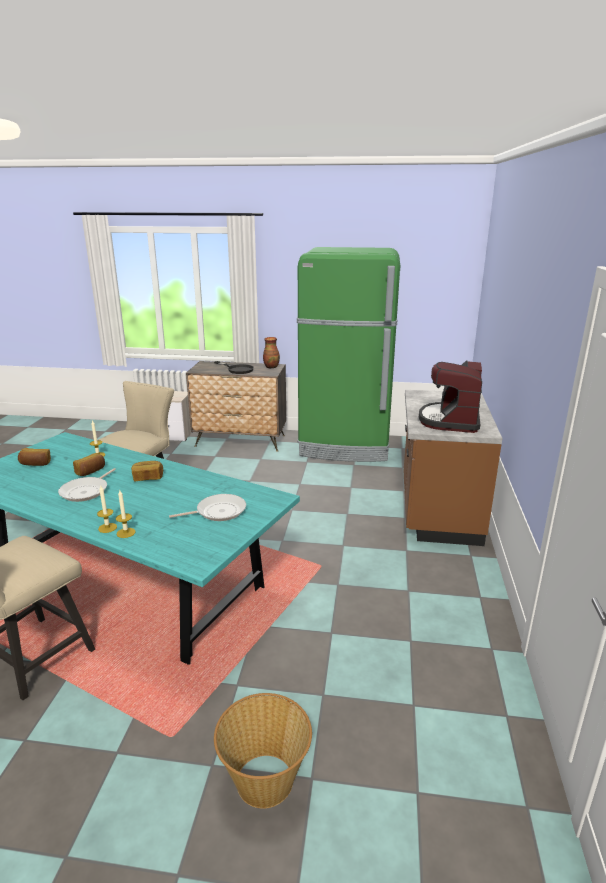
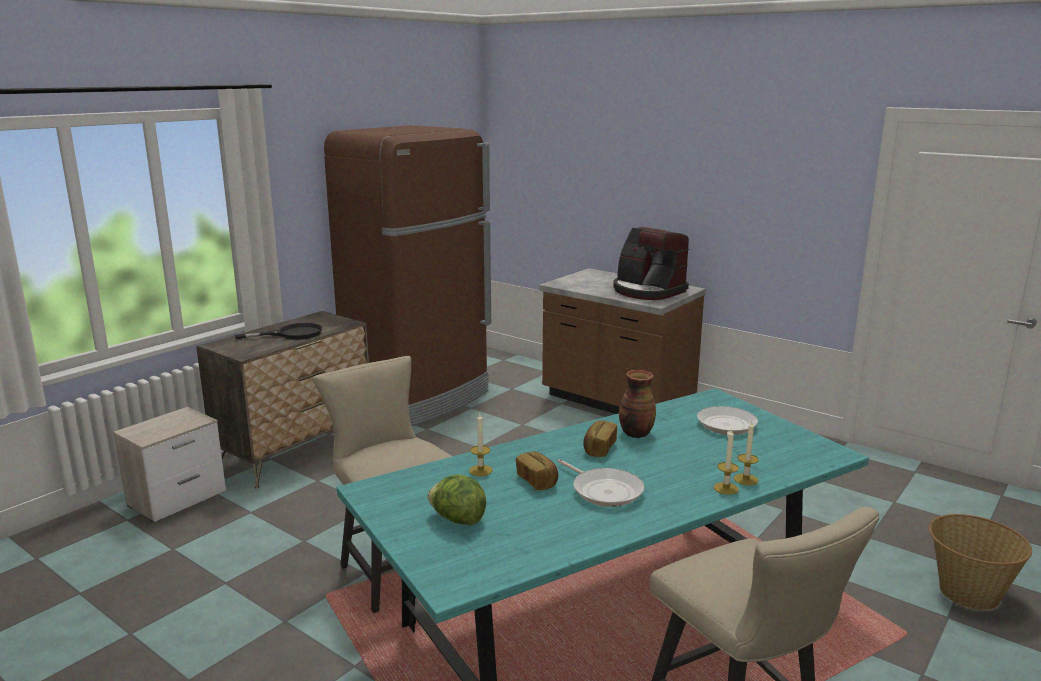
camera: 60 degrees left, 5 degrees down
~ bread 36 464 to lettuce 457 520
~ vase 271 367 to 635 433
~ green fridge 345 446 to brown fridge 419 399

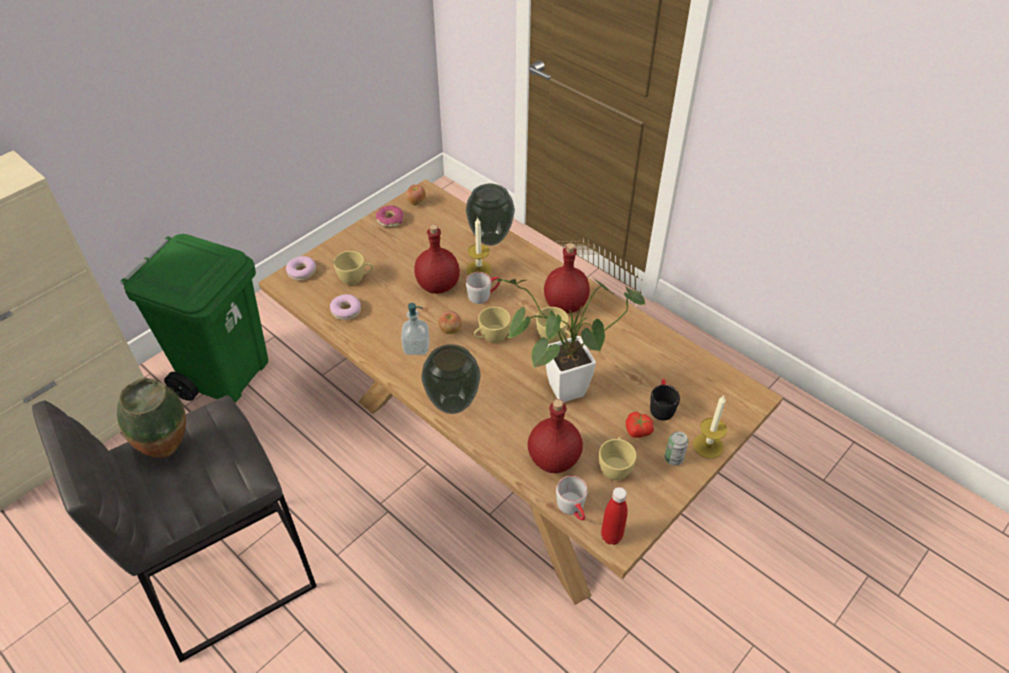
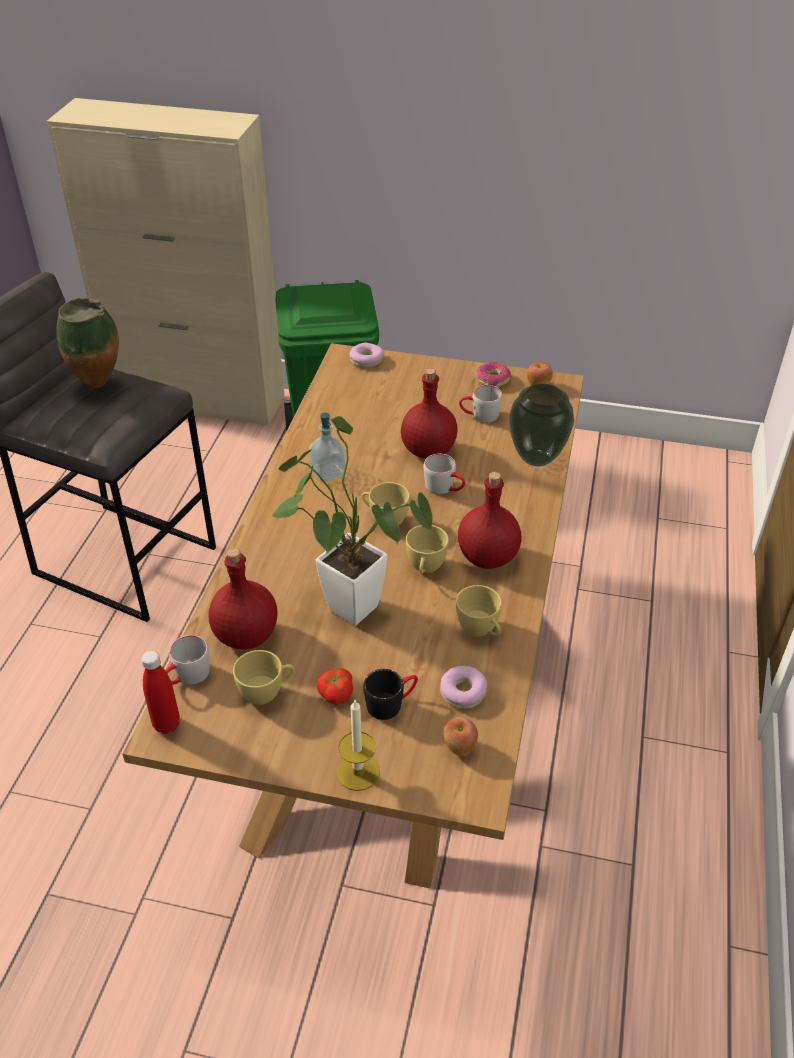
camera: 60 degrees right, 5 degrees down
~ donut 346 310 to 463 692
~ yellow cup 356 279 to 480 631
- vase 452 405
~ apple 450 331 to 459 747
- candle 479 269
- can 673 458
+ grey mug 479 415

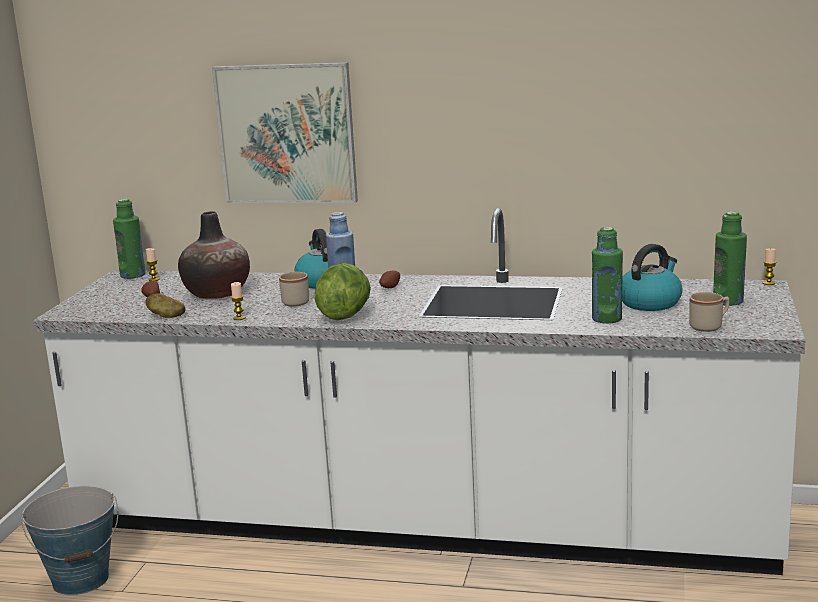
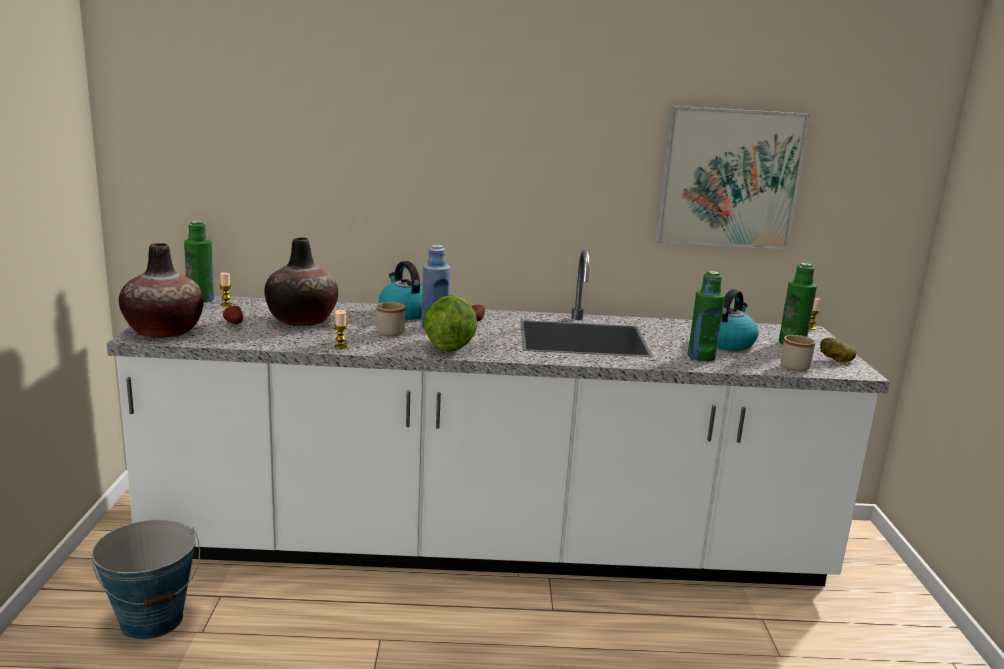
camera: 15 degrees left, 0 degrees up
~ potato 166 316 to 836 360
~ picture 286 134 to 729 178
+ vase 164 332

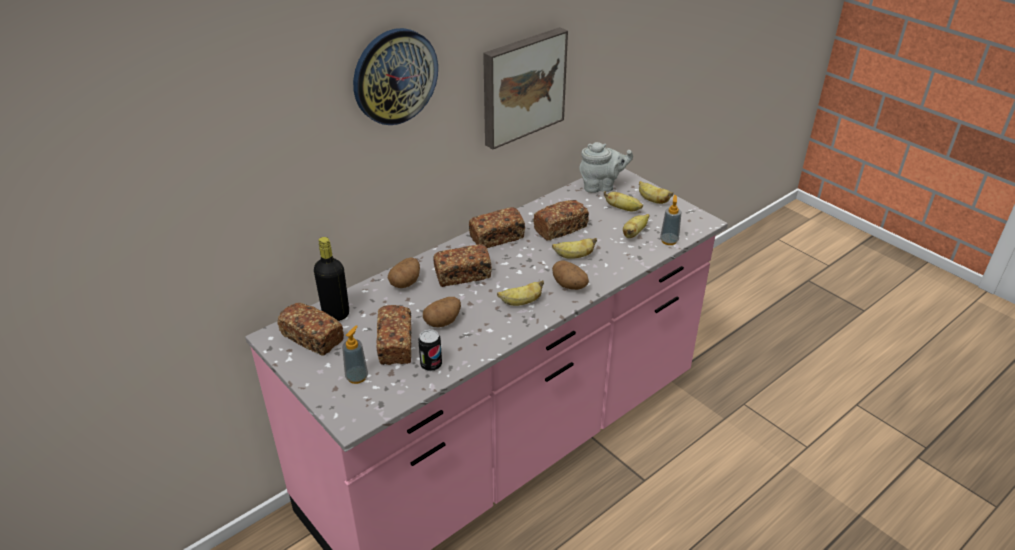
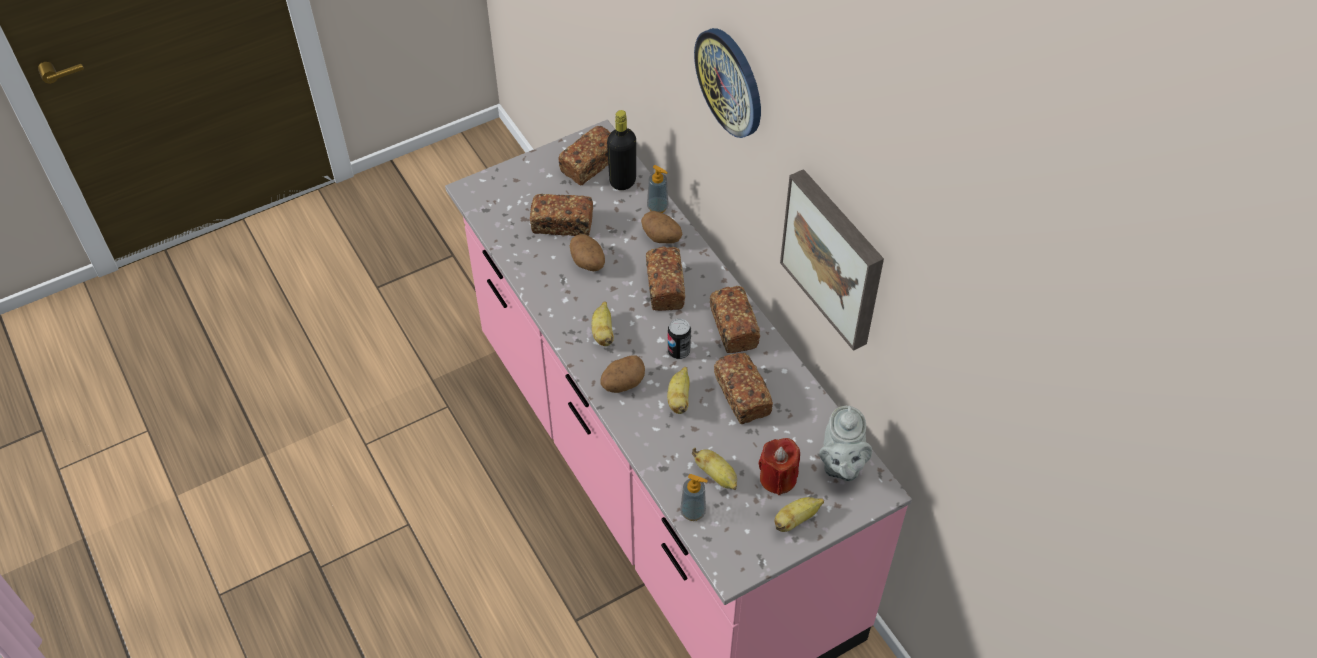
camera: 100 degrees right, 15 degrees up
~ soap dispenser 357 377 to 657 207
~ can 431 365 to 678 351
~ banana 623 209 to red candle 778 478

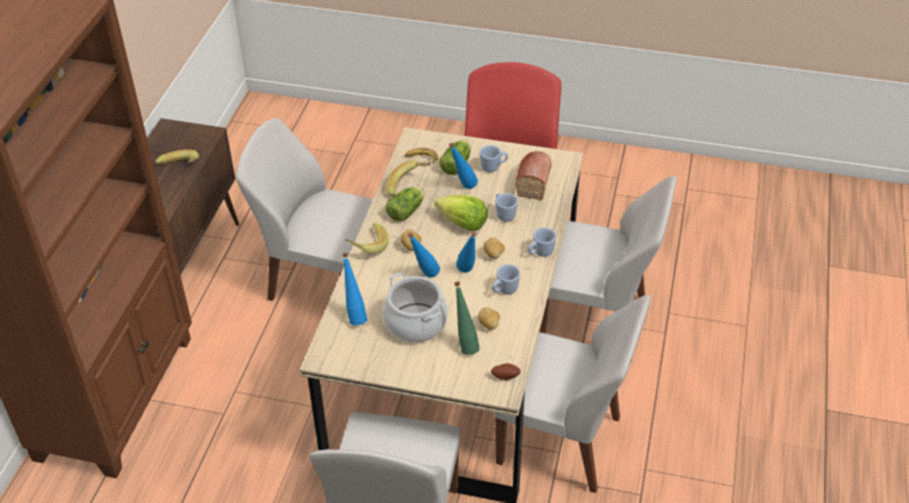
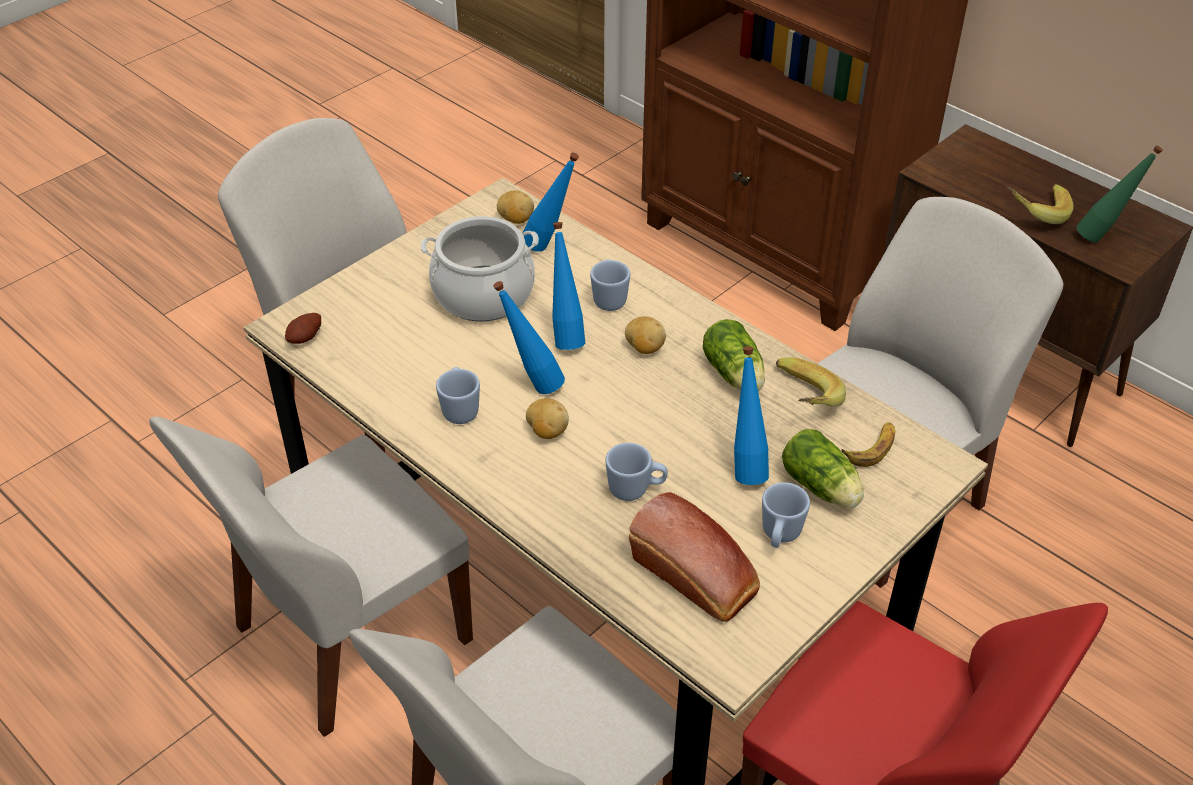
camera: 120 degrees right, 0 degrees up
- banana 366 246
- lettuce 462 223
~ green bottle 465 344 to 1102 237
~ potato 489 325 to 515 220
~ blue mug 540 253 to 609 298

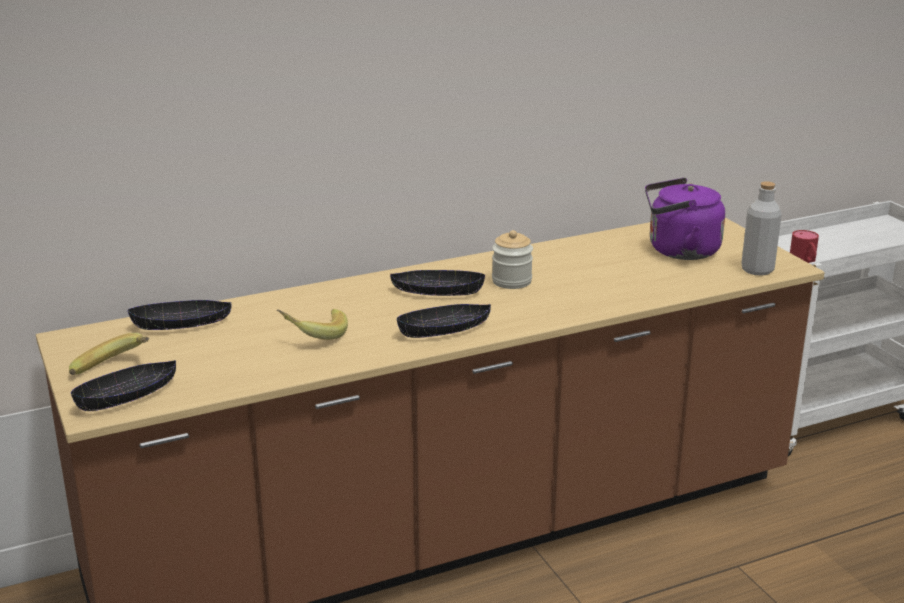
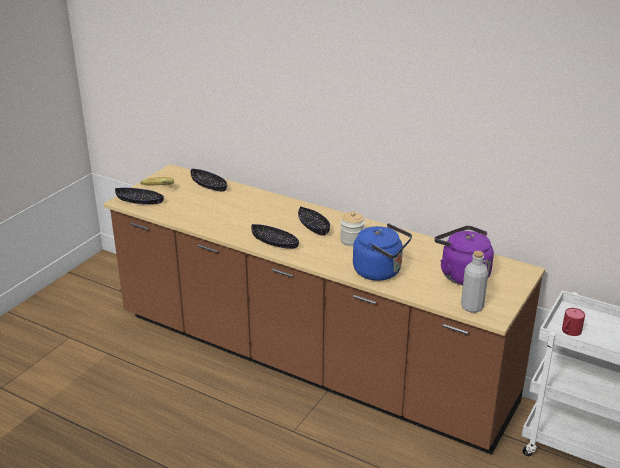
camera: 55 degrees right, 5 degrees up
- banana 313 335
+ blue kettle 380 271

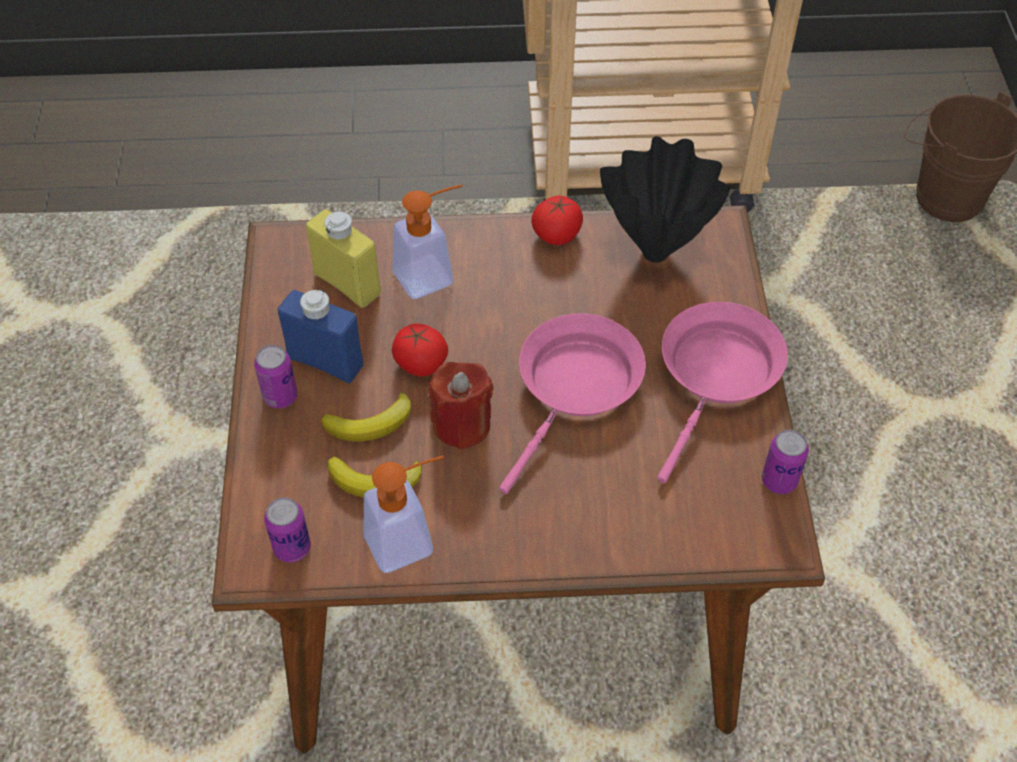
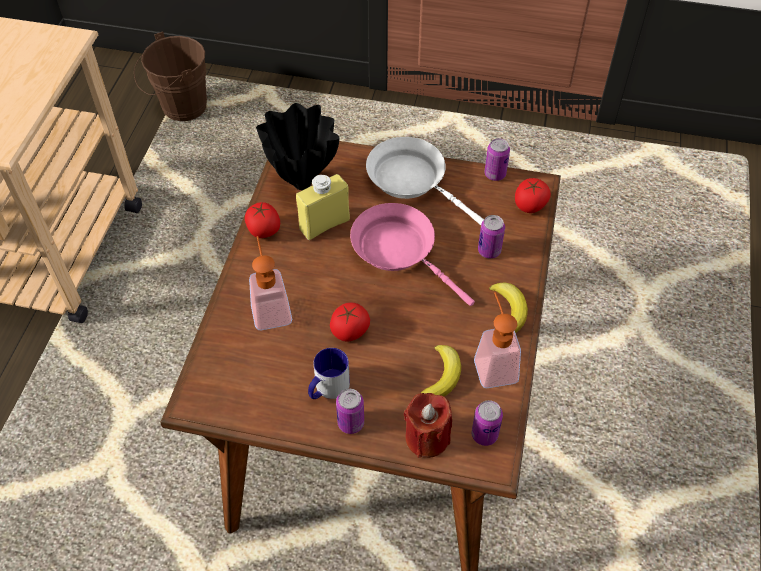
camera: 75 degrees left, 0 degrees up
~ blue bottle 325 361 to mug 327 388
~ yellow bottle 347 284 to 324 224
~ banana 371 423 to 509 310
~ red candle 462 424 to 427 438
~ pink frying pan 717 376 to white frying pan 412 180
+ can 489 251
+ tomato 530 205

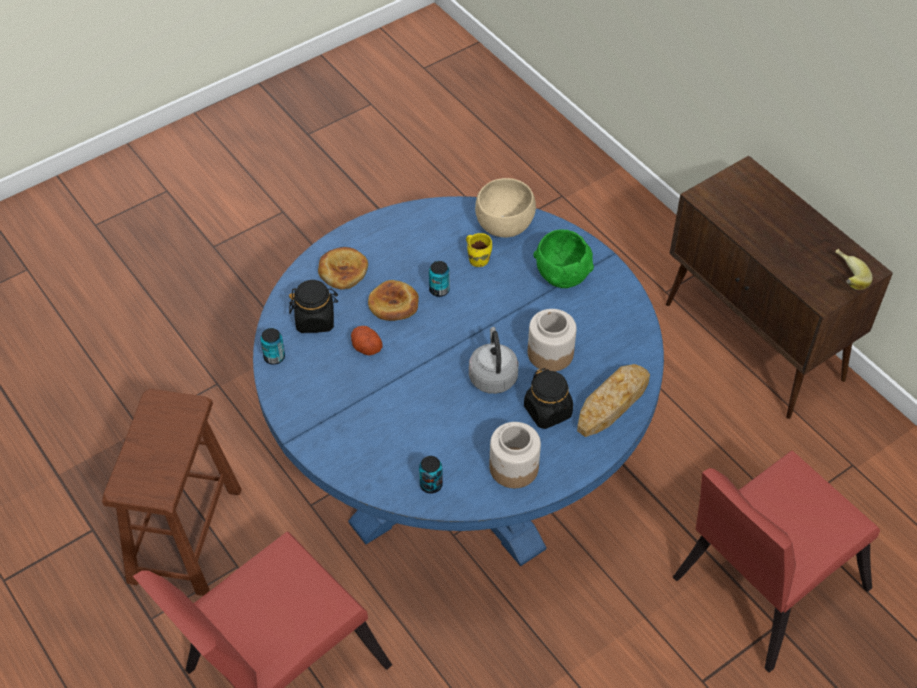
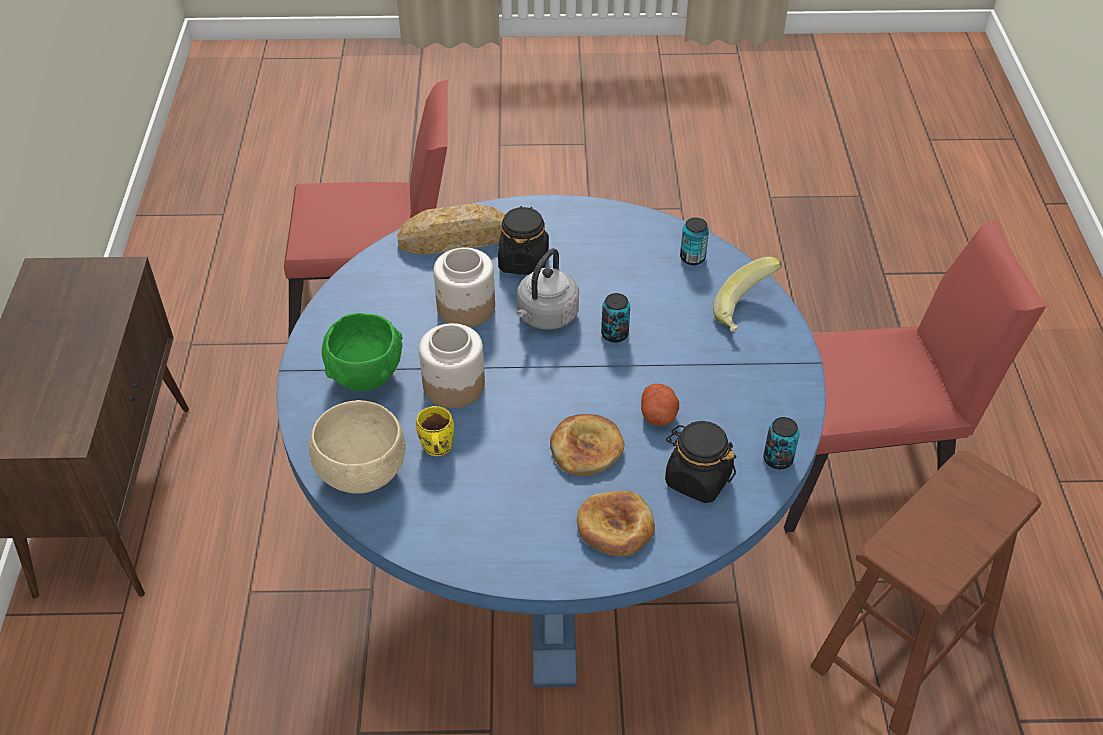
camera: 145 degrees left, 5 degrees down
~ can 439 290 to 614 334
~ jar 514 468 to 453 385
~ banana 845 279 to 746 312

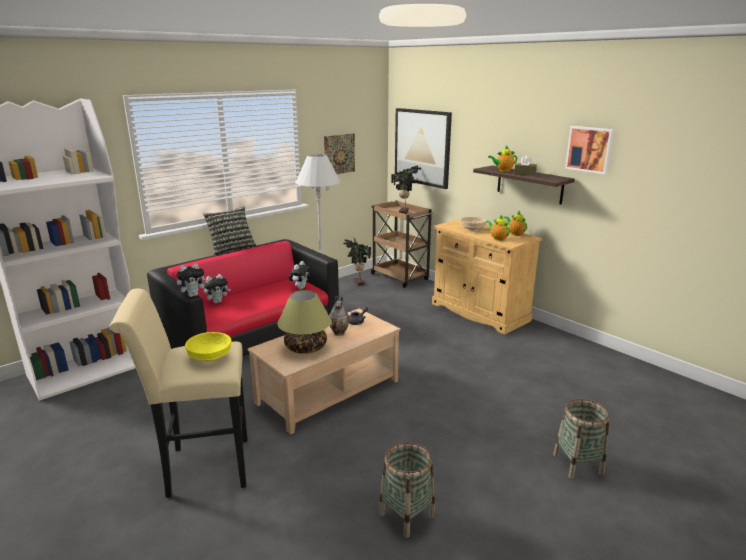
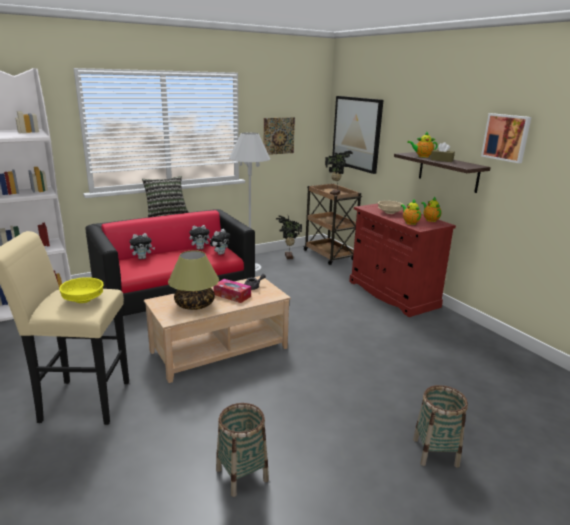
camera: 10 degrees right, 0 degrees up
~ plush toy 193 295 to 200 248
~ vase 340 333 to tissue box 232 295
~ beige cabinet 479 312 to red cabinet 392 294

